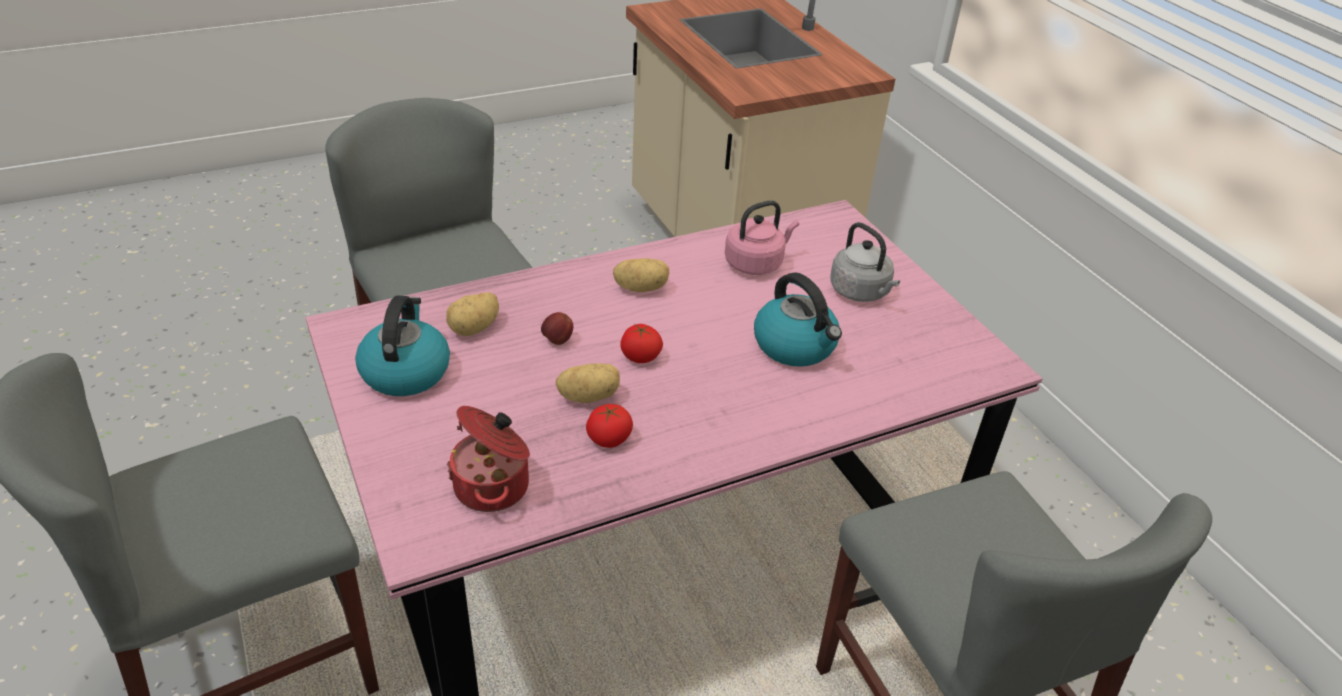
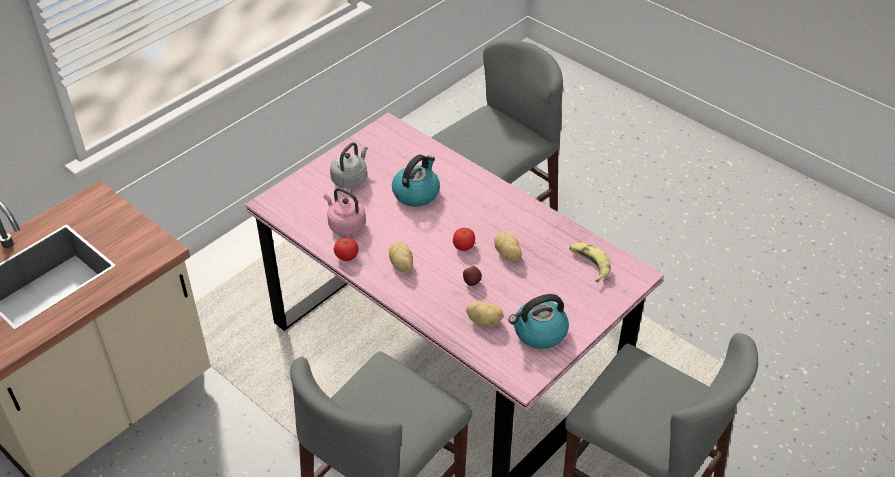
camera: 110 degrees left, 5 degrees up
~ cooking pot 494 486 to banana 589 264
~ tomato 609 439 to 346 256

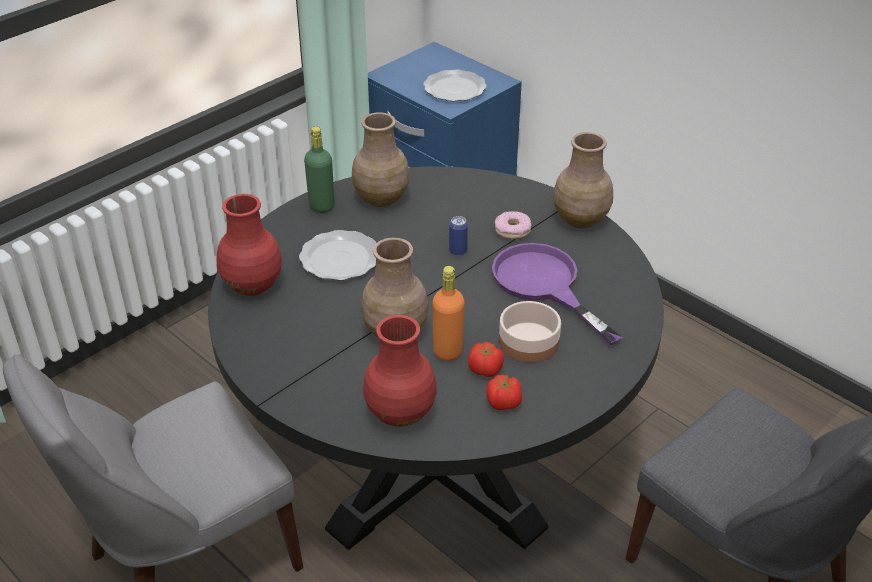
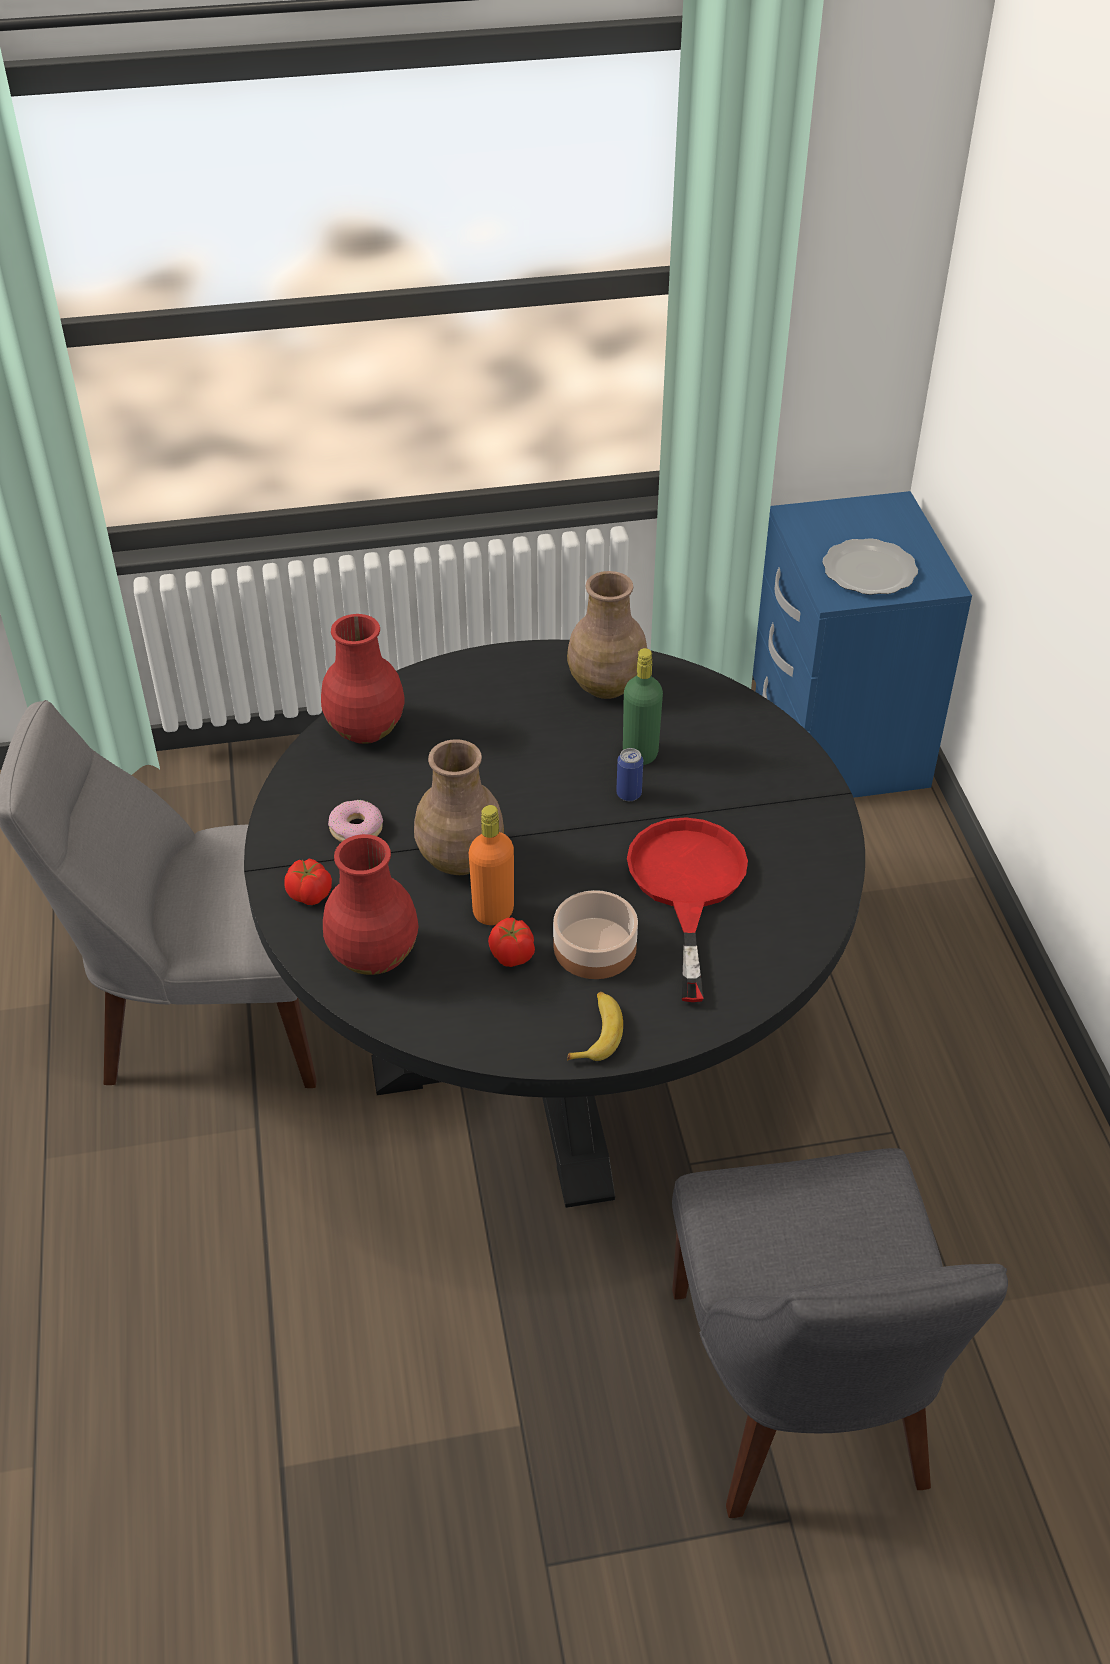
camera: 35 degrees right, 5 degrees up
- plate 341 259
~ green bottle 321 206 to 640 753
~ tomato 504 403 to 310 895
~ purple frying pan 544 285 to red frying pan 686 887
~ donut 512 230 to 356 829
- brown vase 581 220
+ banana 596 1032

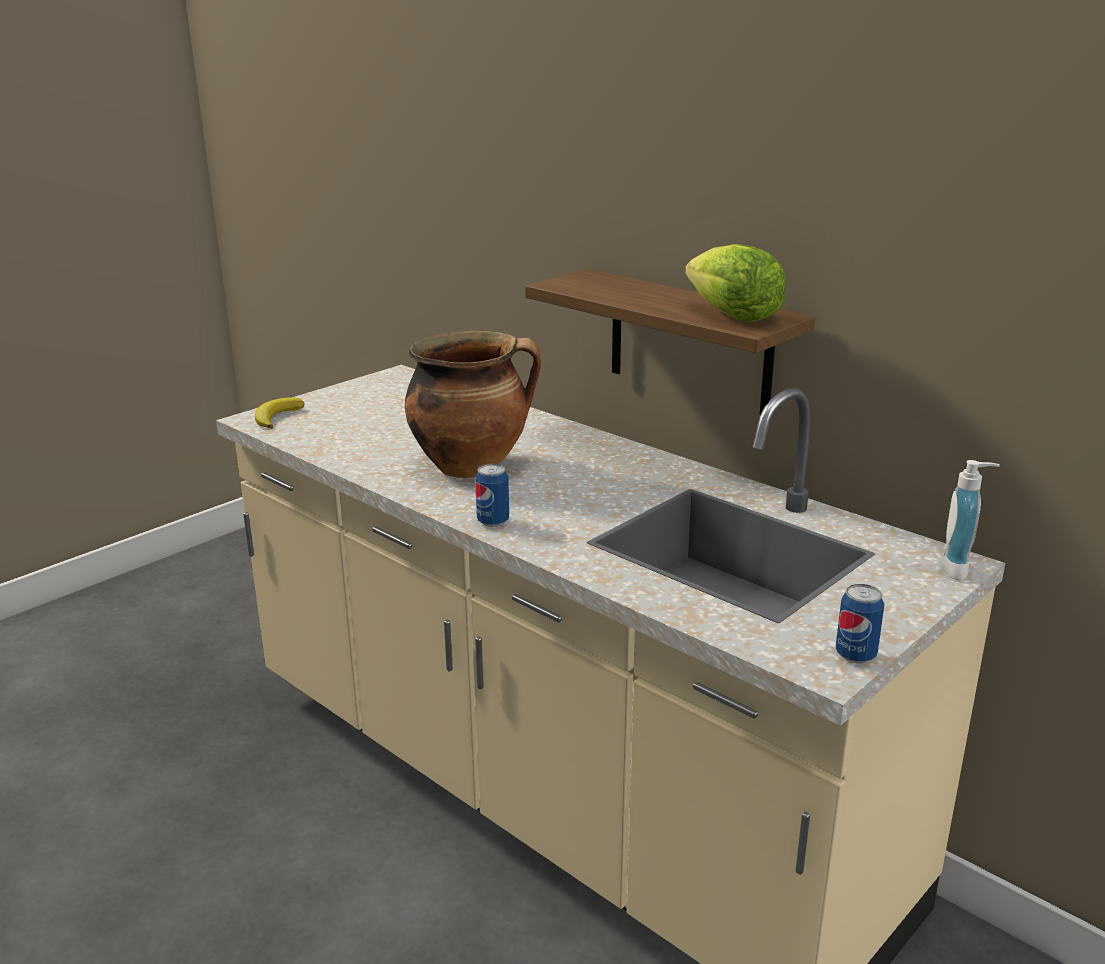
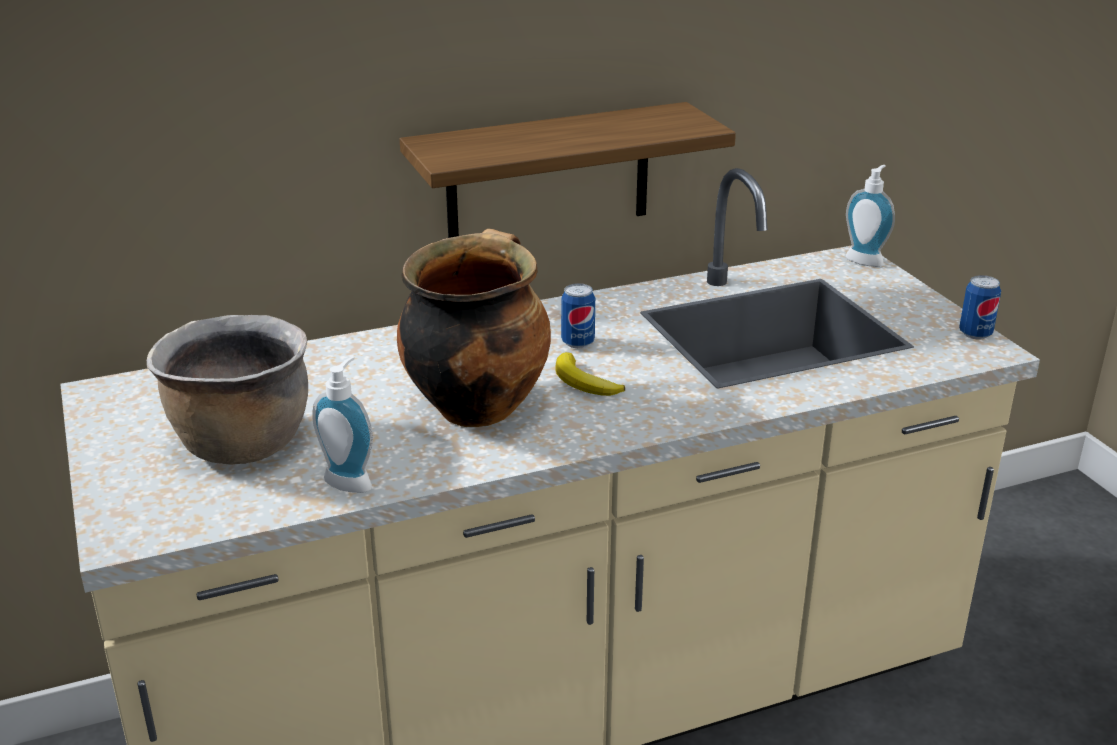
camera: 65 degrees left, 5 degrees up
~ banana 277 417 to 584 382
~ can 493 521 to 578 342
- lettuce 732 316
+ brown cooking pot 241 443
+ soap dispenser 351 480

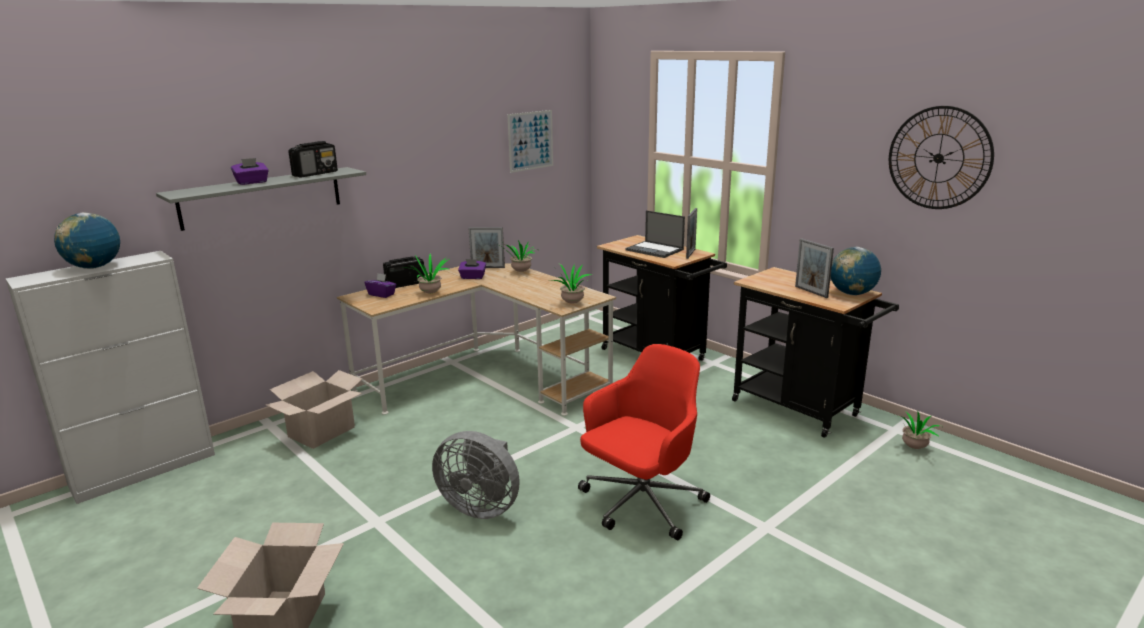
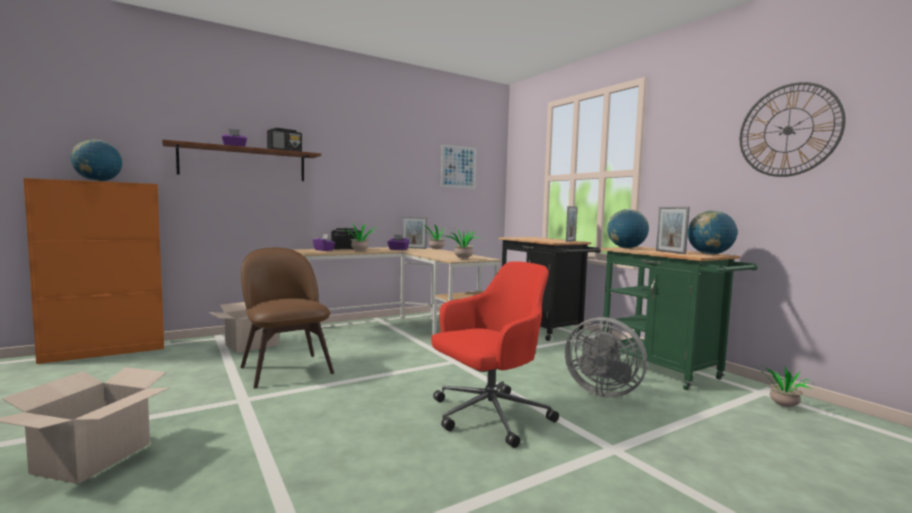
camera: 10 degrees right, 15 degrees down
~ white cabinet 145 470 to orange cabinet 106 351
~ grey shelf 262 197 to brown shelf 244 164
~ grey fan 481 507 to 602 391
- laptop 655 250
~ black cart 801 410 to green cart 665 371
+ brown chair 285 369
+ globe 626 248

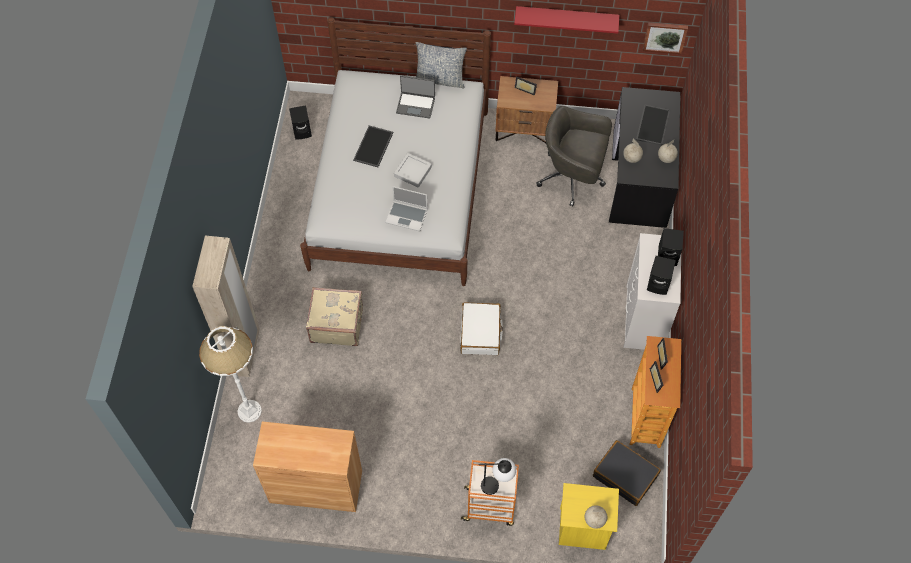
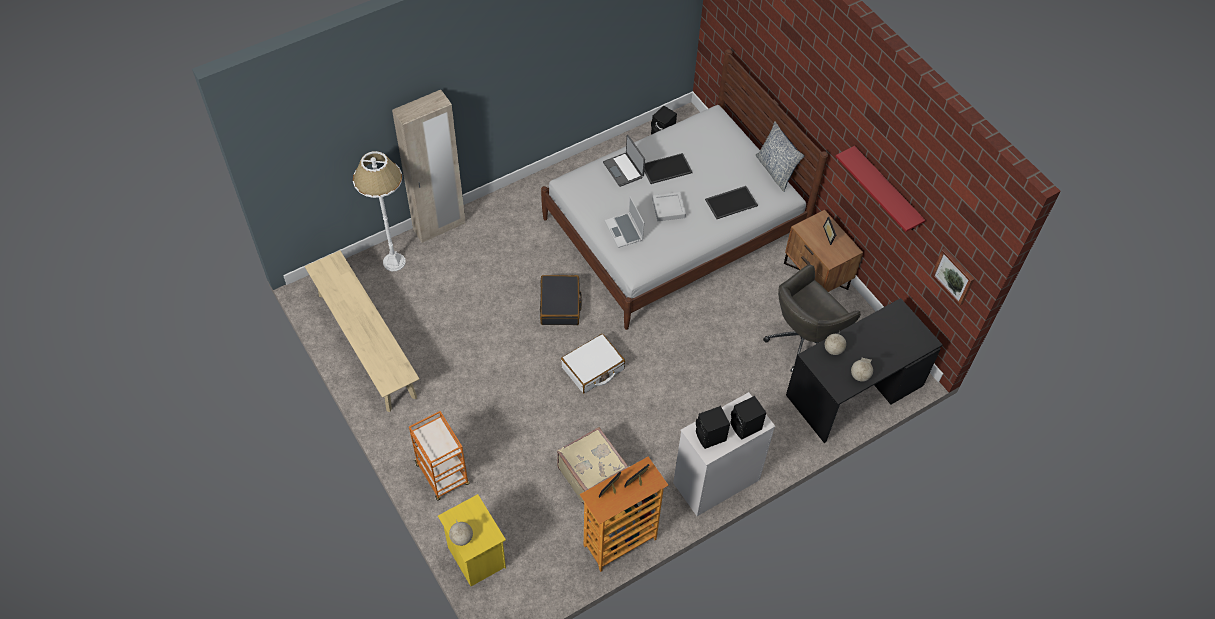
camera: 50 degrees right, 5 degrees down
~ brown cabinet 316 486 to beige bench 366 345
~ beige suitcase 336 324 to 593 475
~ laptop 416 105 to 624 170
- table lamp 497 485
~ grey office chair 572 177 = 804 340 105 degrees counterclockwise
~ black suitcase 625 476 to 560 305
~ tray 652 124 to 731 202

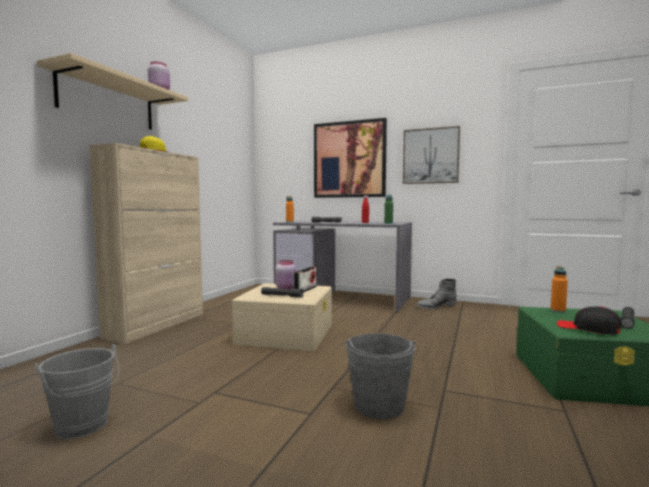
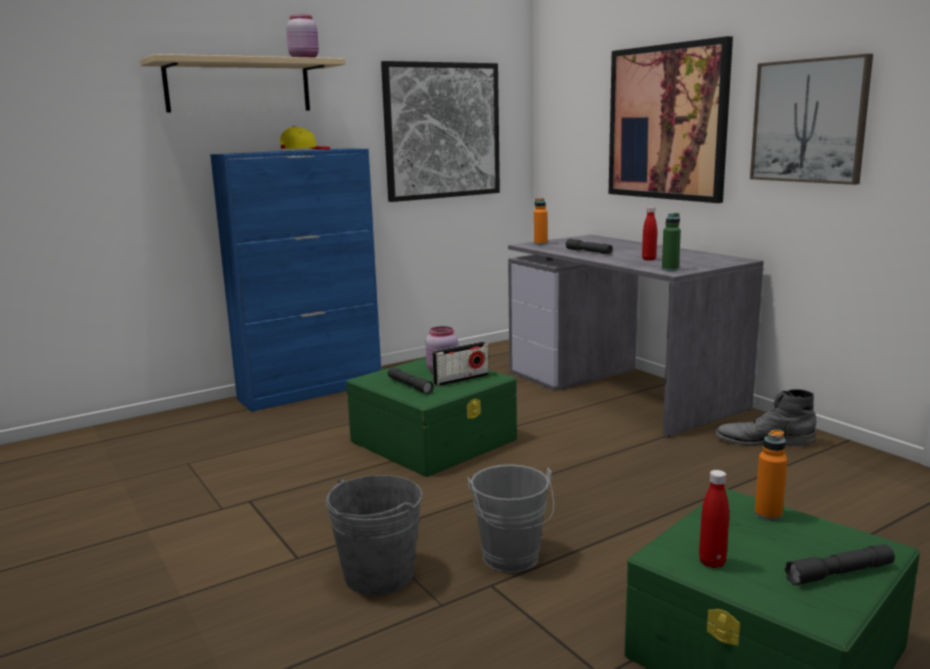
camera: 35 degrees right, 10 degrees up
~ grey bucket 83 427 to 512 560
~ beige cabinet 157 325 to blue cabinet 312 390
~ beige storage box 286 333 to green storage box 434 440
~ black cap 588 329 to red bottle 712 562
+ picture 442 131

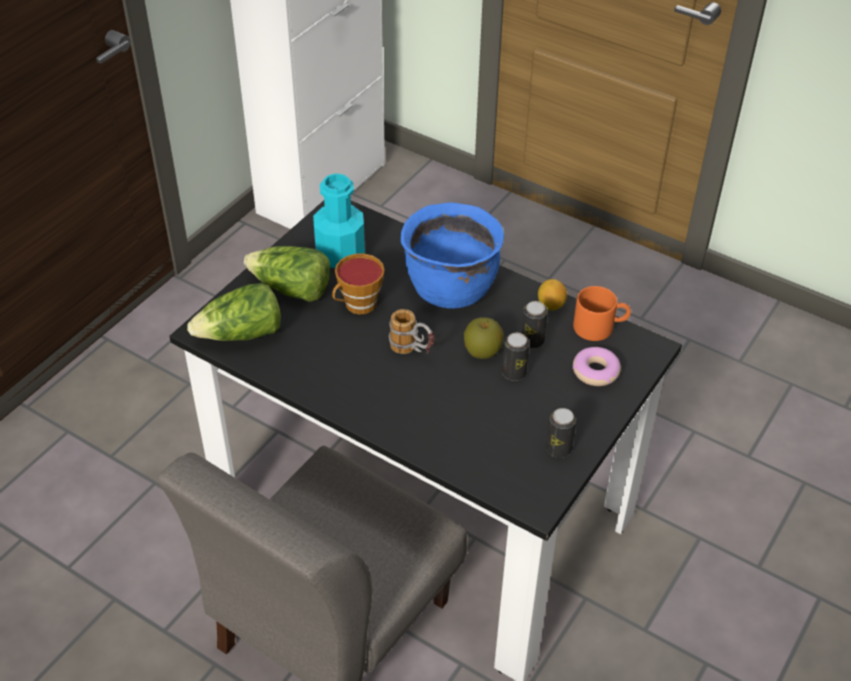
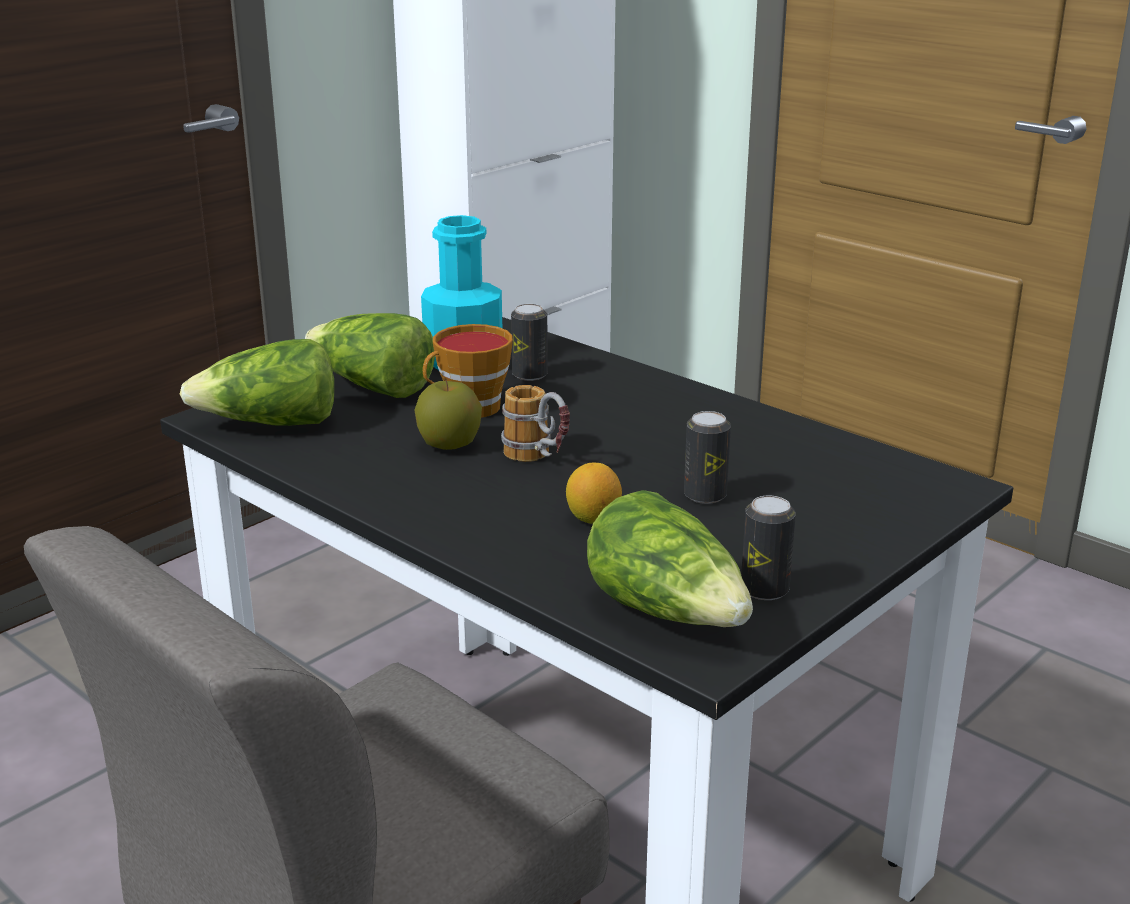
camera: 10 degrees right, 20 degrees down
- blue cooking pot 450 288
~ apple 482 351 to 449 445
~ can 532 341 to 529 375
~ lemon 550 305 to 593 518
- orange mug 600 326
- donut 595 372
+ lettuce 668 612

